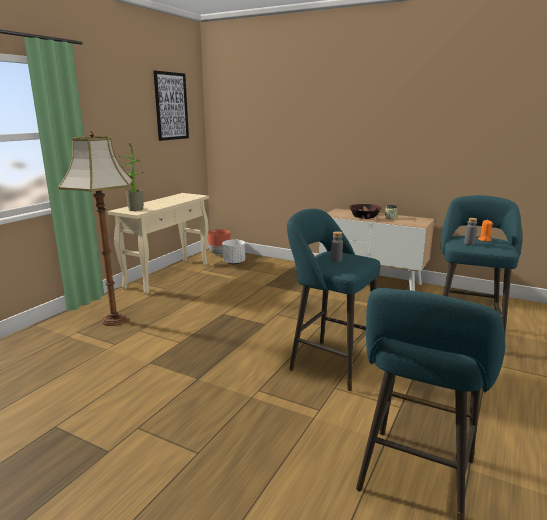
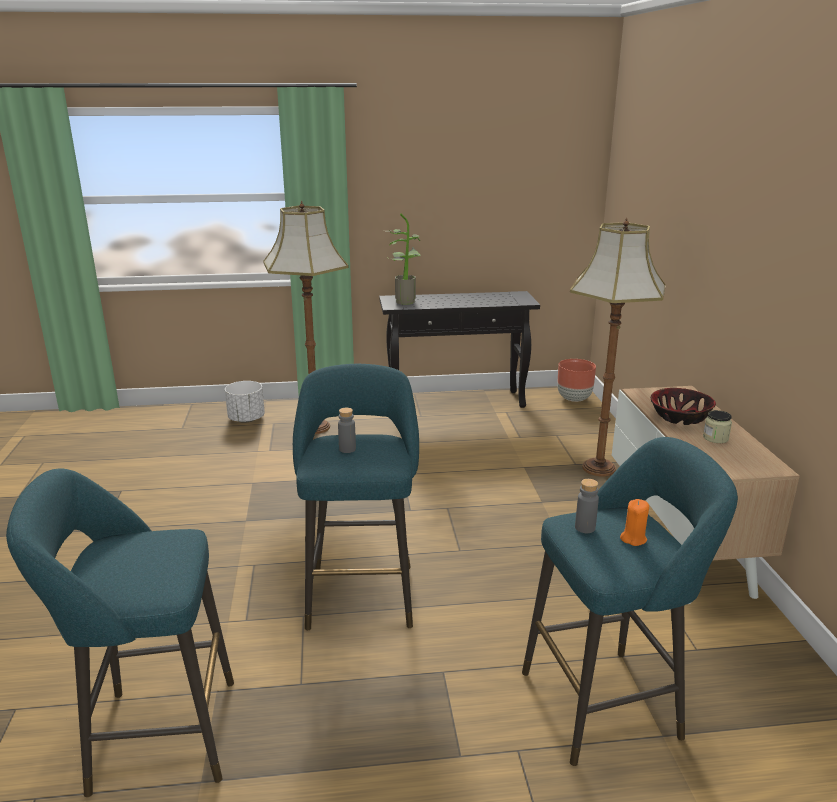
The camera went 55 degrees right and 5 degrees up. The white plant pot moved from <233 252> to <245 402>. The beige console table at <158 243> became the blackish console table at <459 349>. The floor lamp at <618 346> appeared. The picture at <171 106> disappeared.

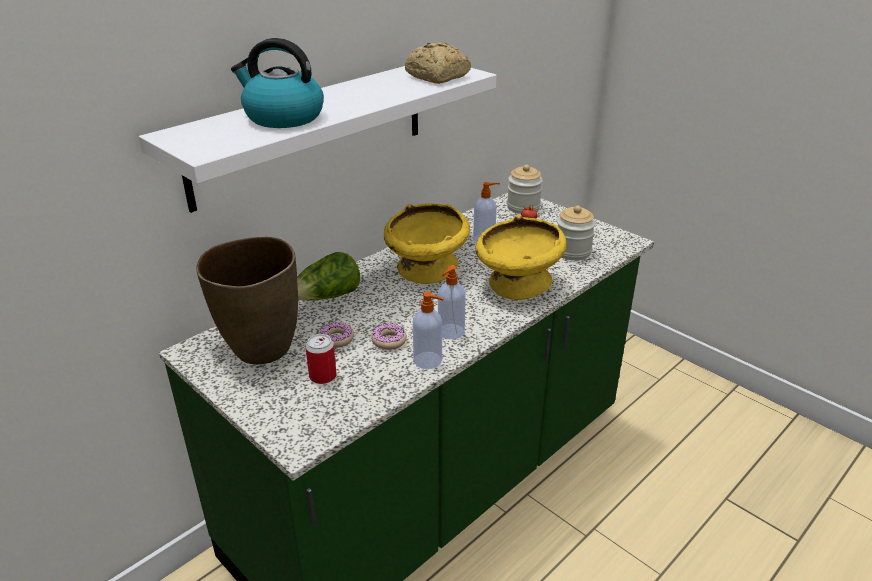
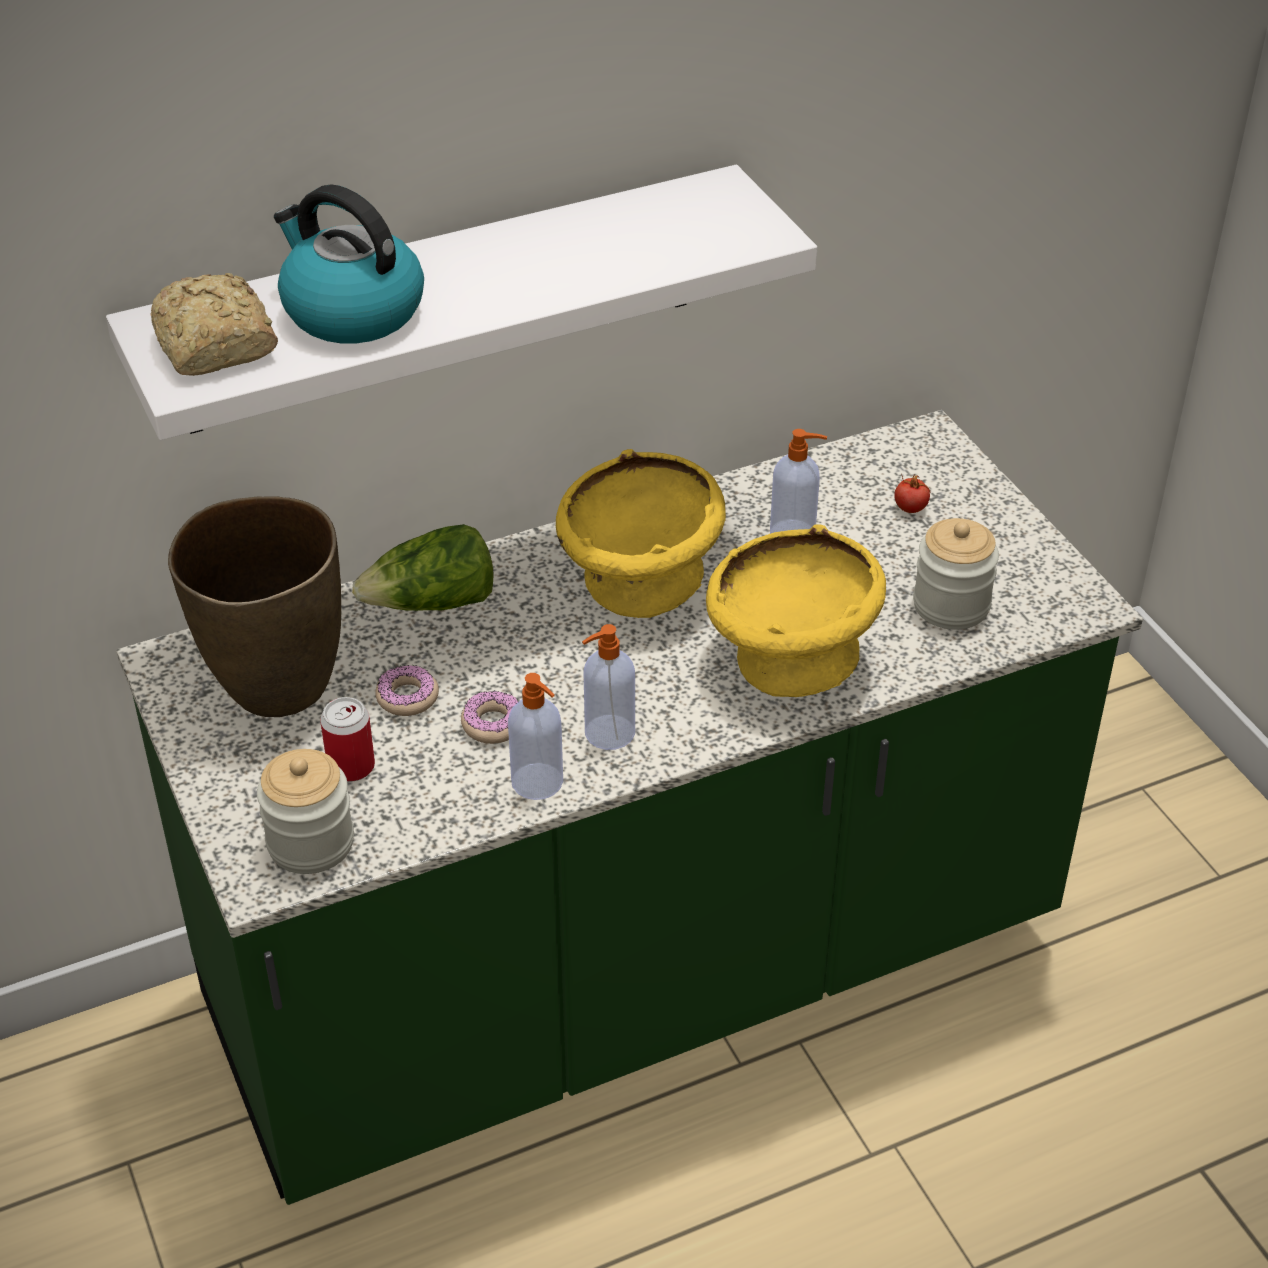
The camera went 20 degrees right and 10 degrees up. The baked bread moved from <438 63> to <214 324>. The jar moved from <525 189> to <305 811>.

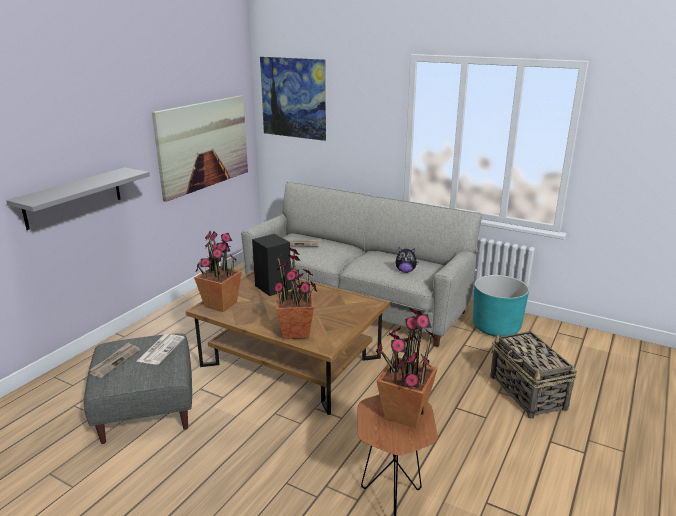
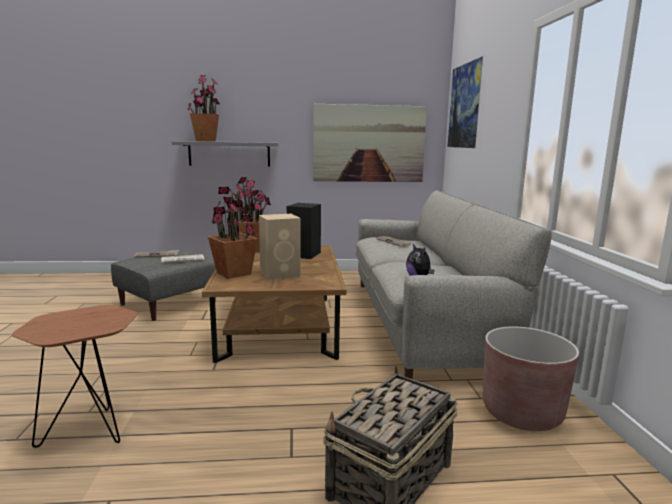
The camera went 55 degrees right and 10 degrees down. The plant in a pot moved from <407 368> to <204 108>. The beige audio speaker at <280 247> appeared. The turquoise-coloured plant pot at <501 306> became the brown plant pot at <531 378>.

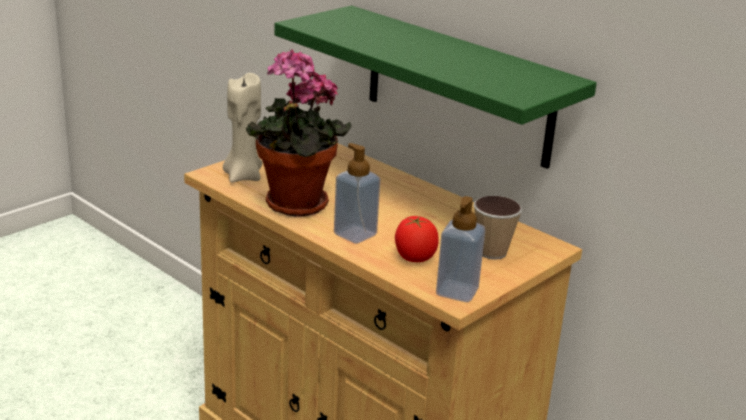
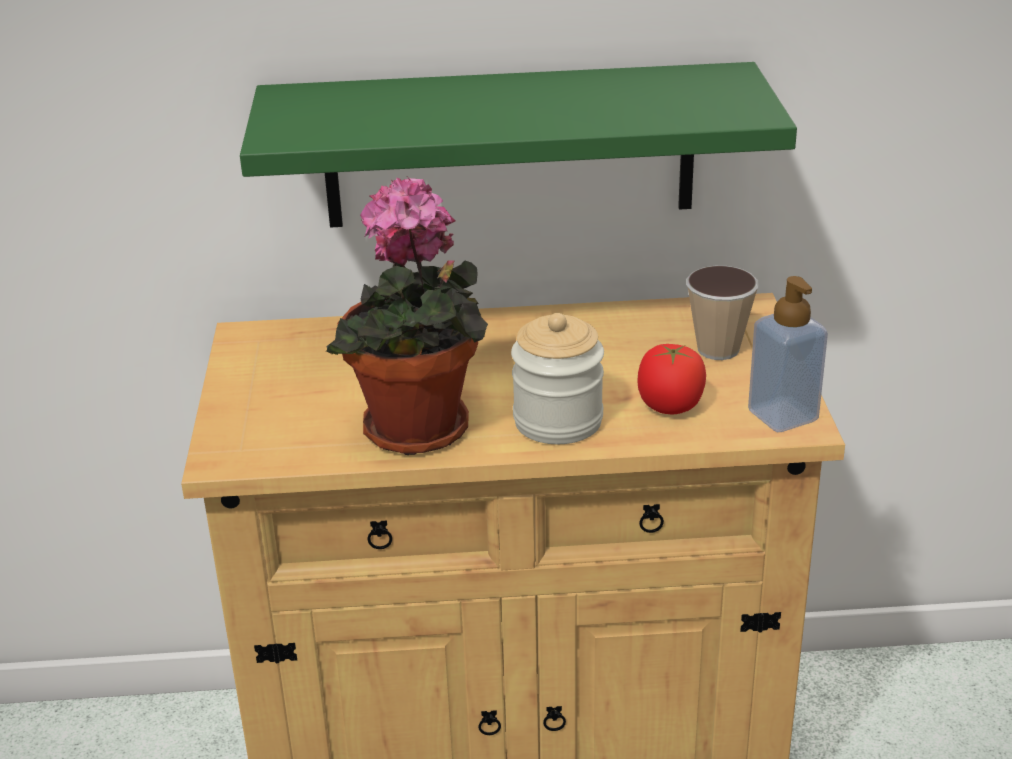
The camera went 45 degrees left and 5 degrees up. The soap dispenser at <357 193> was replaced by the jar at <557 378>. The beige wax candle at <242 128> disappeared.

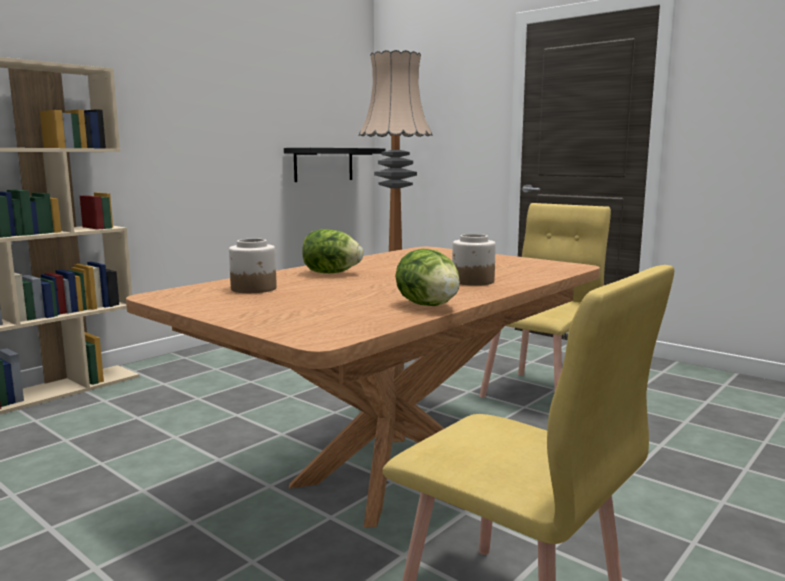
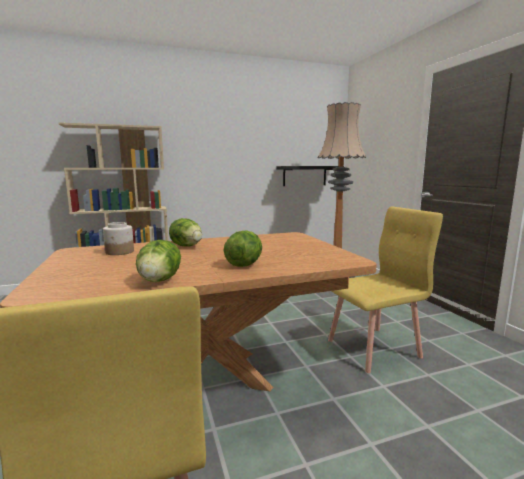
The camera went 30 degrees right and 0 degrees up. The jar at <474 260> was replaced by the lettuce at <243 248>.

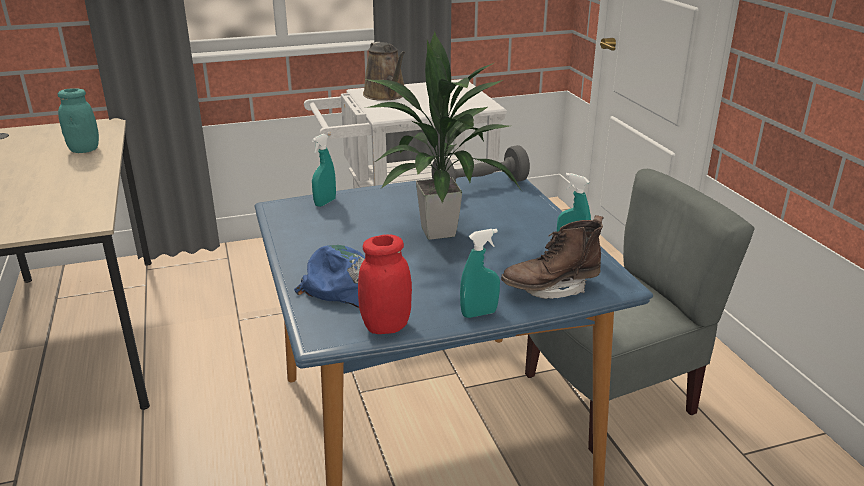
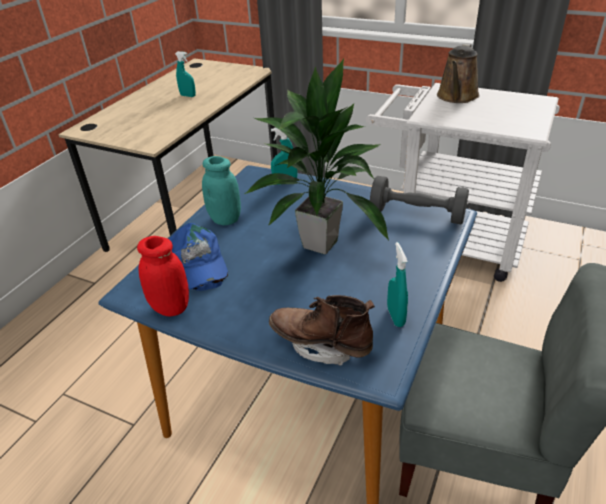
The camera went 45 degrees right and 10 degrees up. The turquoise-coloured spray bottle moved from <480 273> to <185 74>. The turquoise-coloured jar moved from <78 120> to <221 190>.

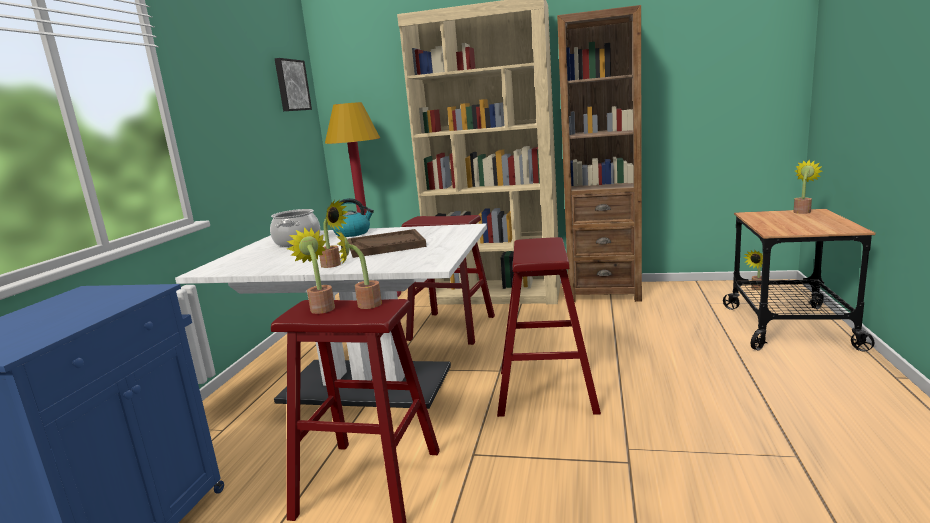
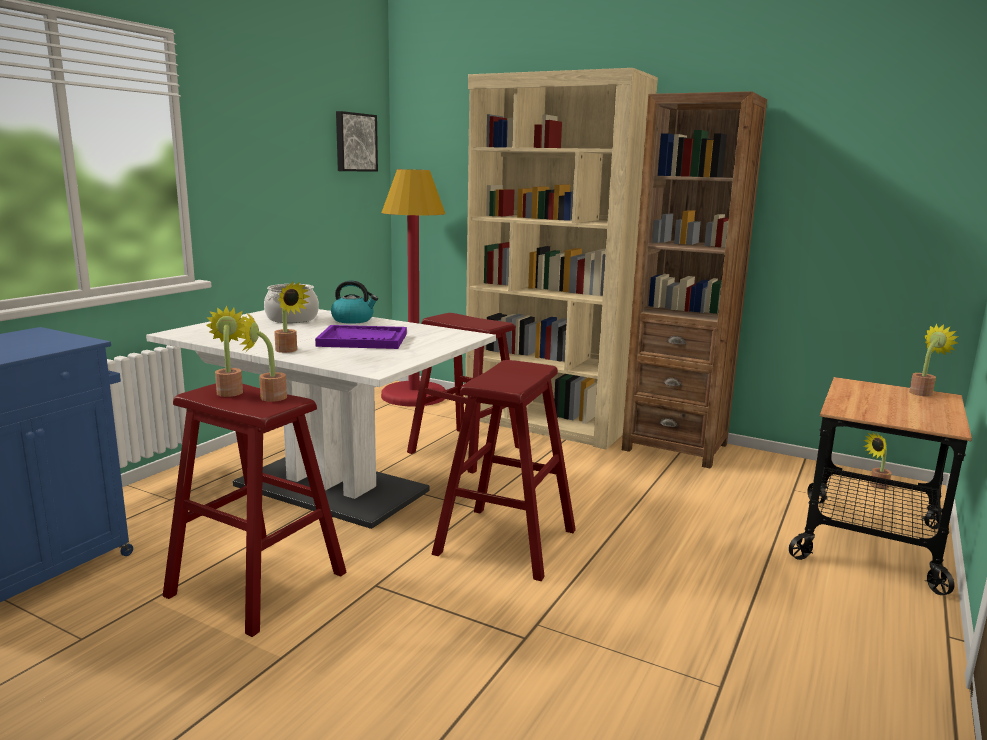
The camera went 15 degrees right and 0 degrees up. The brown carrying tray at <387 243> became the purple-coloured carrying tray at <361 337>.

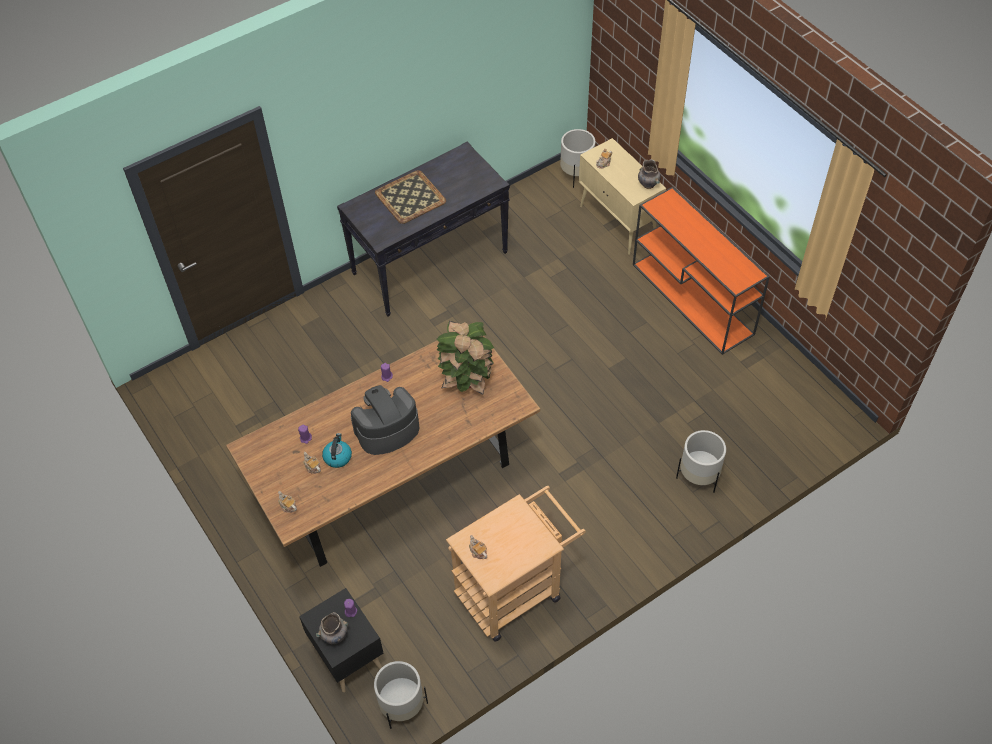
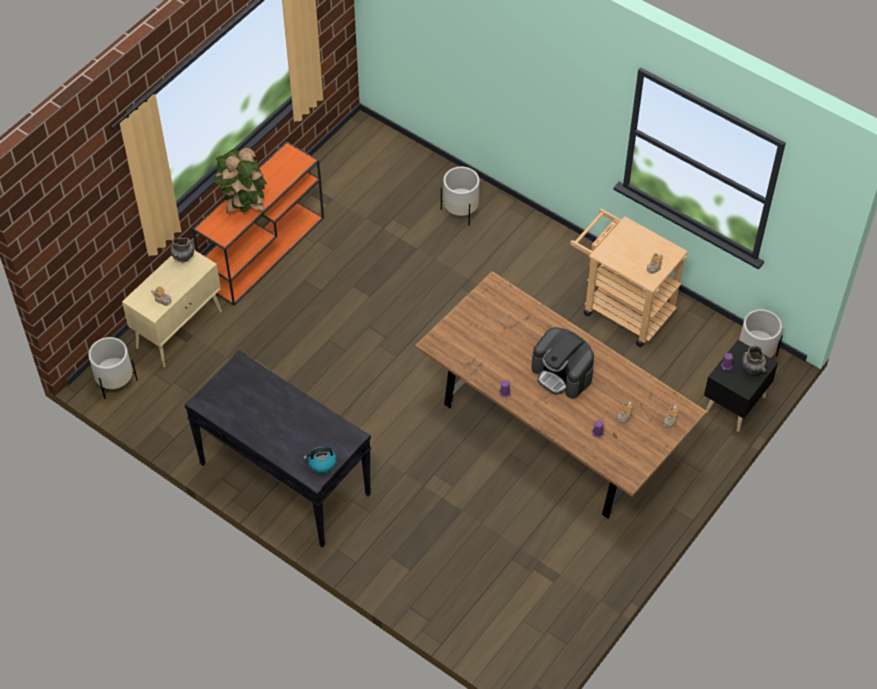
The camera went 110 degrees left and 0 degrees up. The plant in a pot moved from <465 358> to <240 180>. The kettle moved from <337 450> to <319 460>. The carrying tray at <410 197> disappeared.

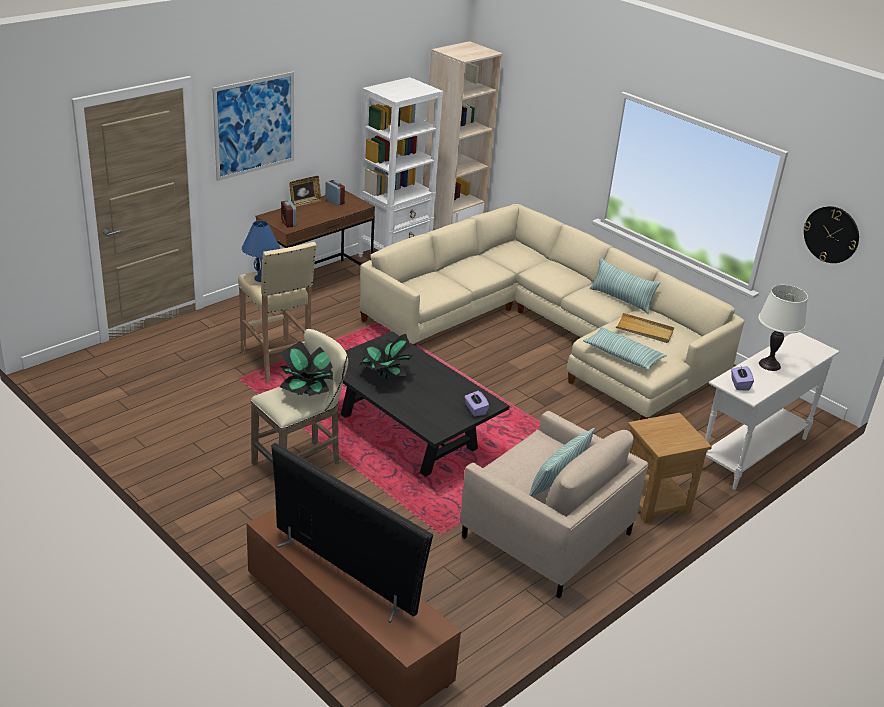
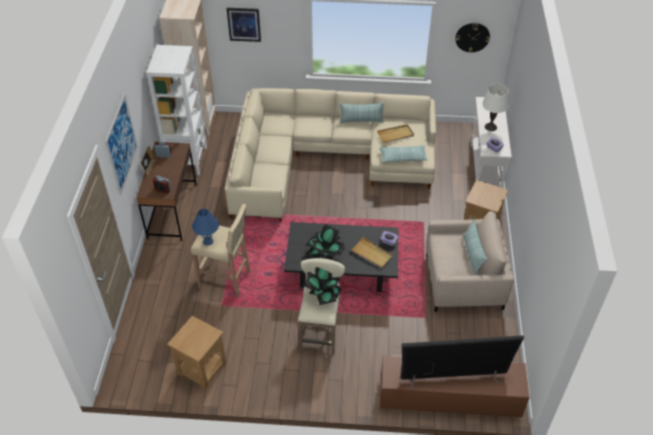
The camera went 40 degrees left and 15 degrees up. The brown accent table at <196 353> appeared. The picture at <244 25> appeared. The beige carrying tray at <371 252> appeared.

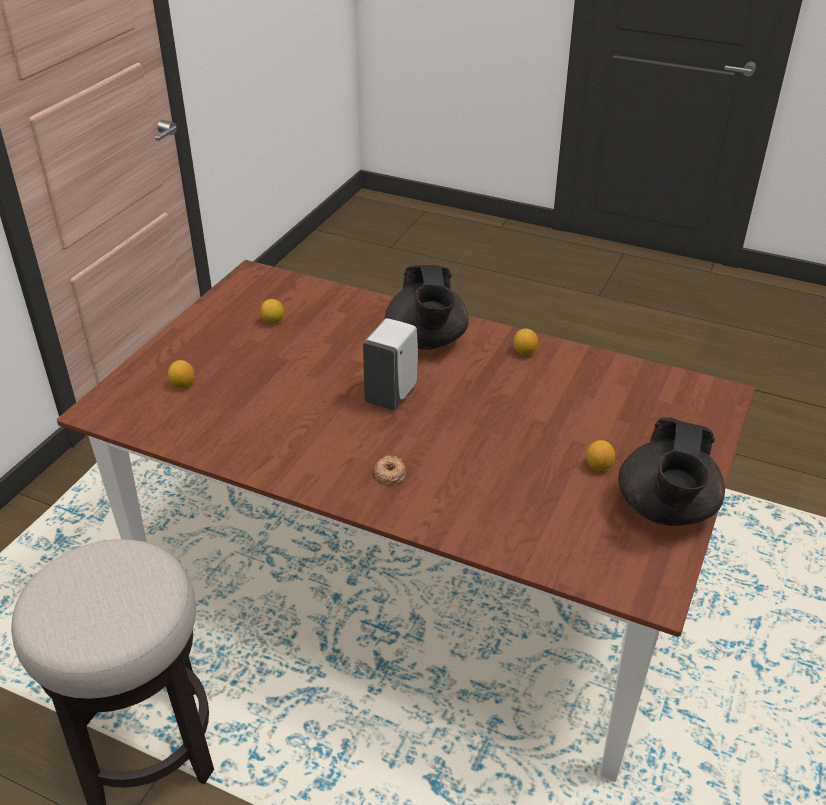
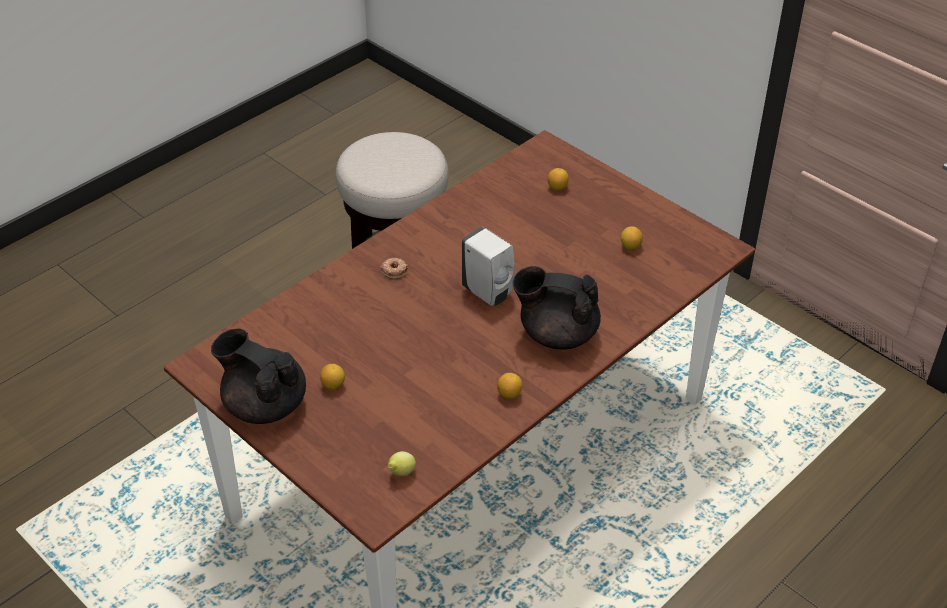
The camera went 110 degrees right and 5 degrees up. The whole lemon at <402 463> appeared.

